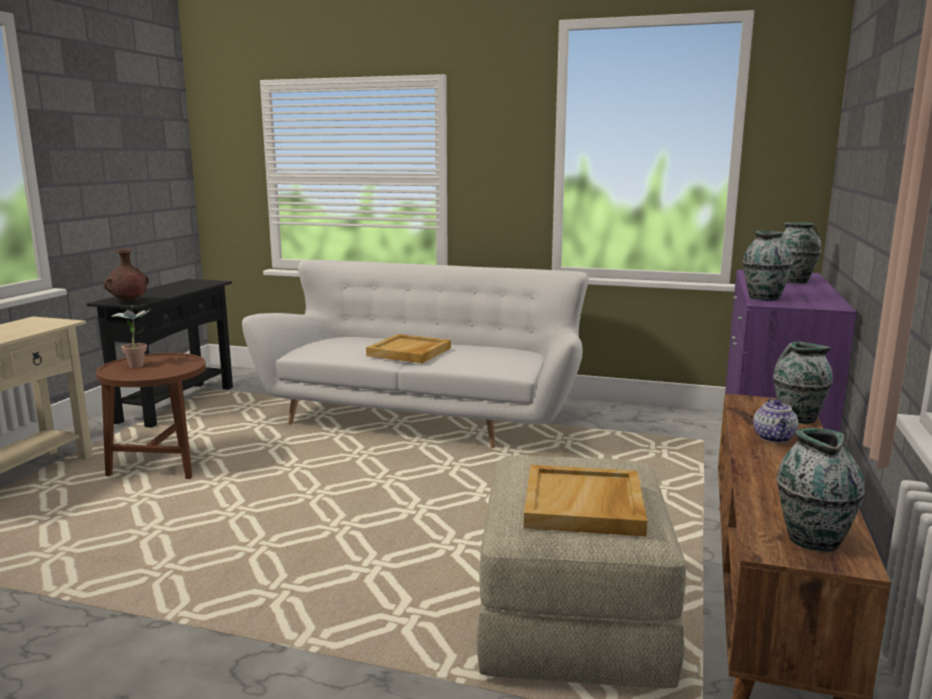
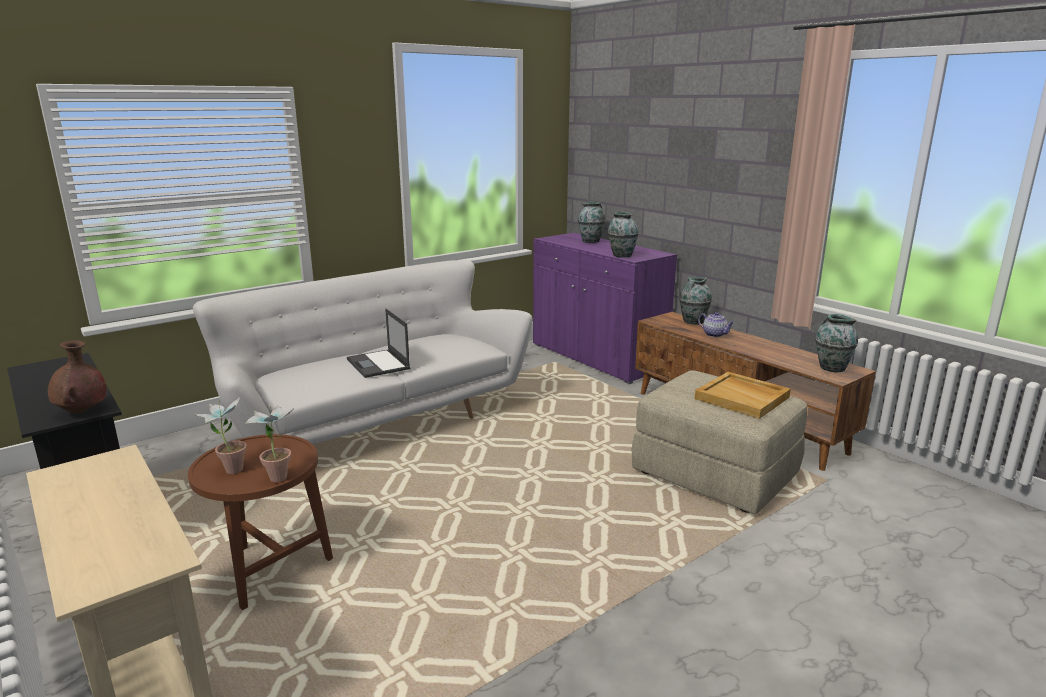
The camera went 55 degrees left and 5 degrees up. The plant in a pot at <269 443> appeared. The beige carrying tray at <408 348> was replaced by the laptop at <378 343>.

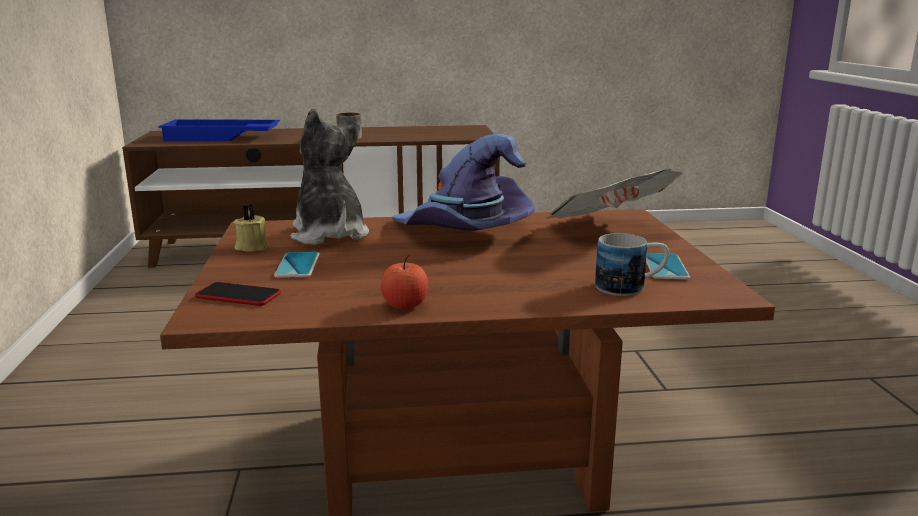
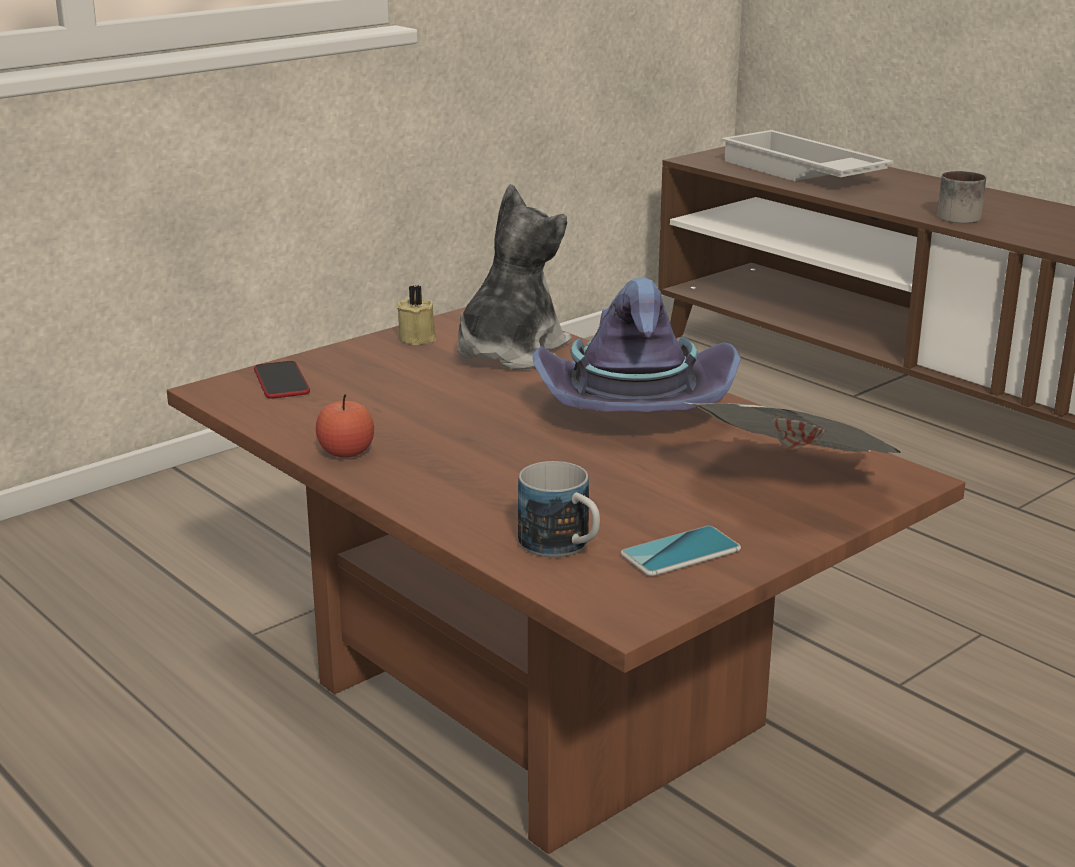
The camera went 55 degrees right and 5 degrees up. The blue carrying tray at <219 130> became the white carrying tray at <807 155>. The handset at <297 265> disappeared.

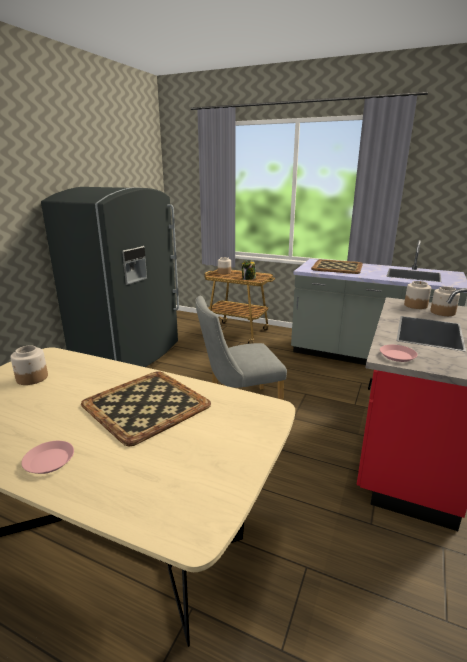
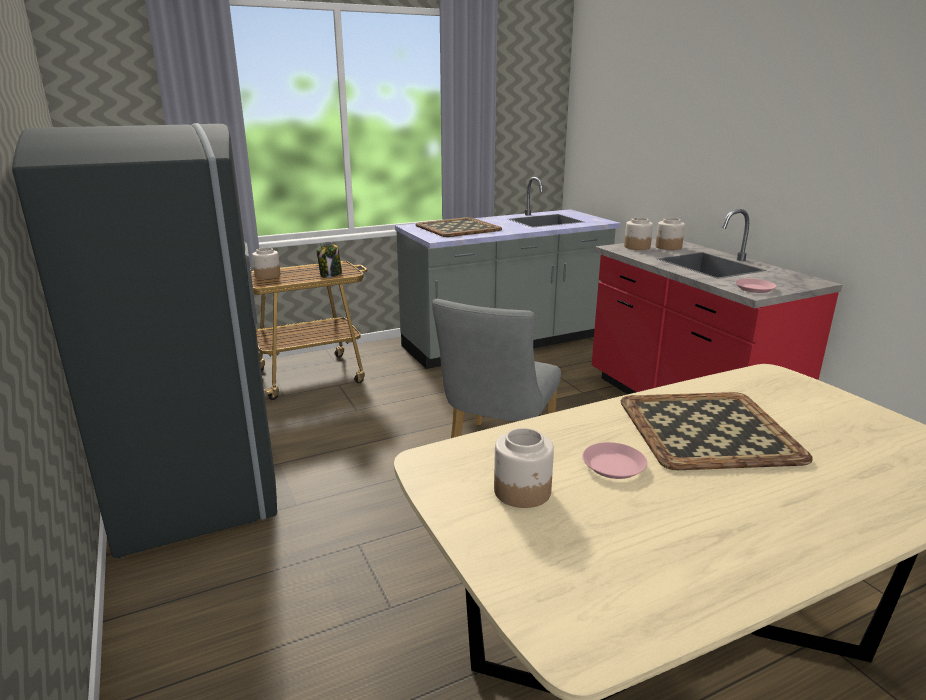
The camera went 50 degrees left and 0 degrees up. The pinkish dinner plate moved from <47 457> to <615 460>.

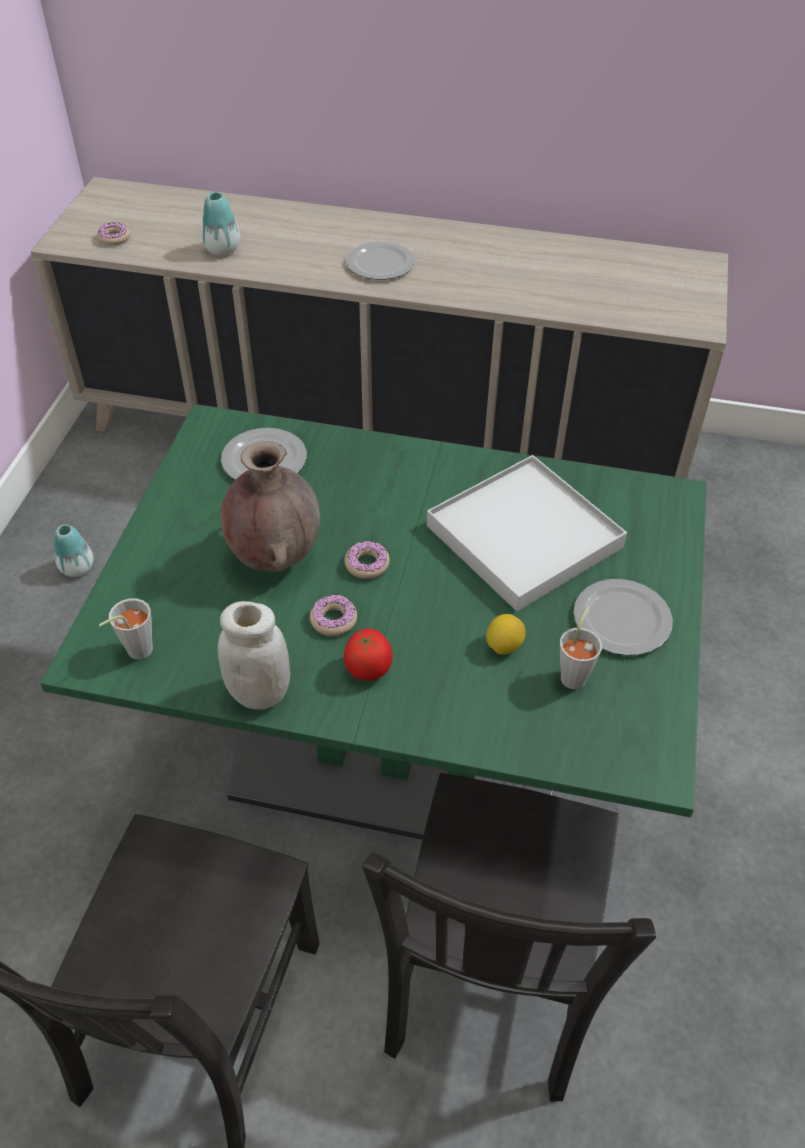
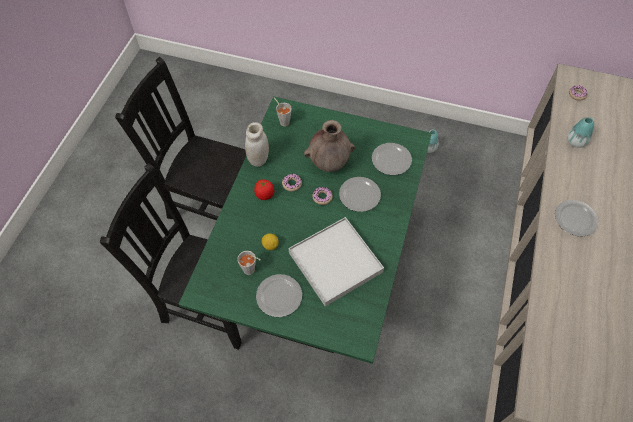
The camera went 95 degrees right and 10 degrees up. The dinner plate at <360 194> appeared.

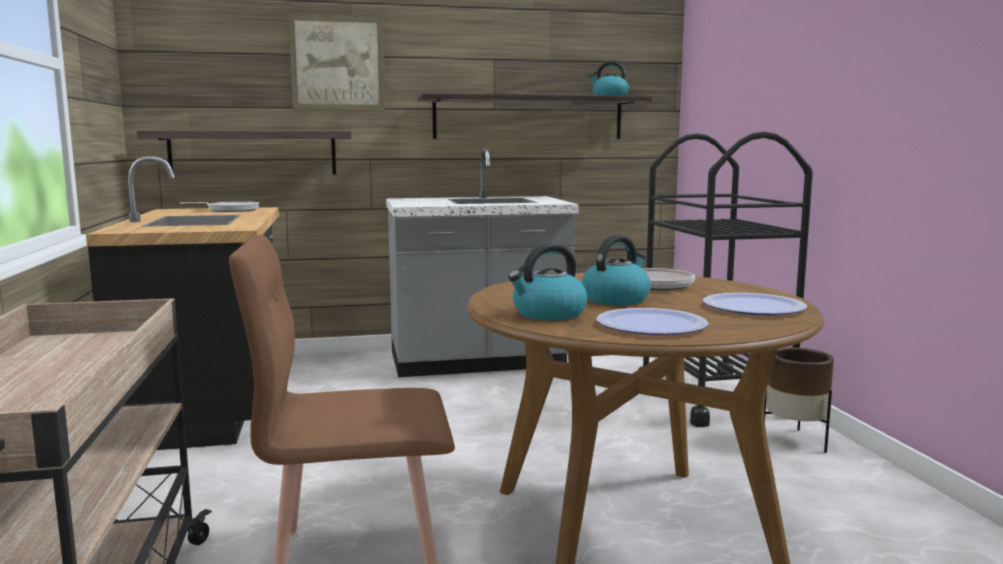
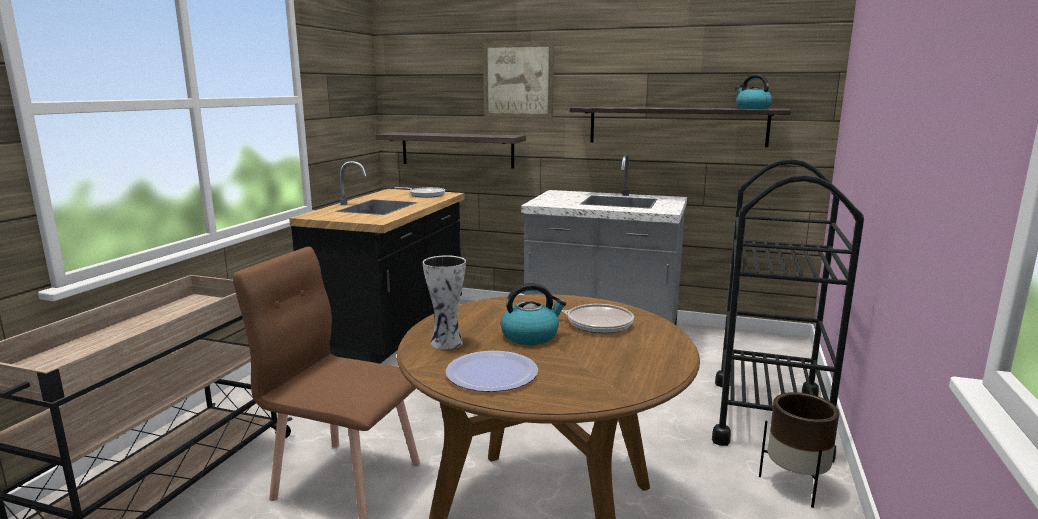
The camera went 30 degrees right and 5 degrees up. The kettle at <547 282> was replaced by the flower vase at <444 302>. The dinner plate at <755 304> disappeared.

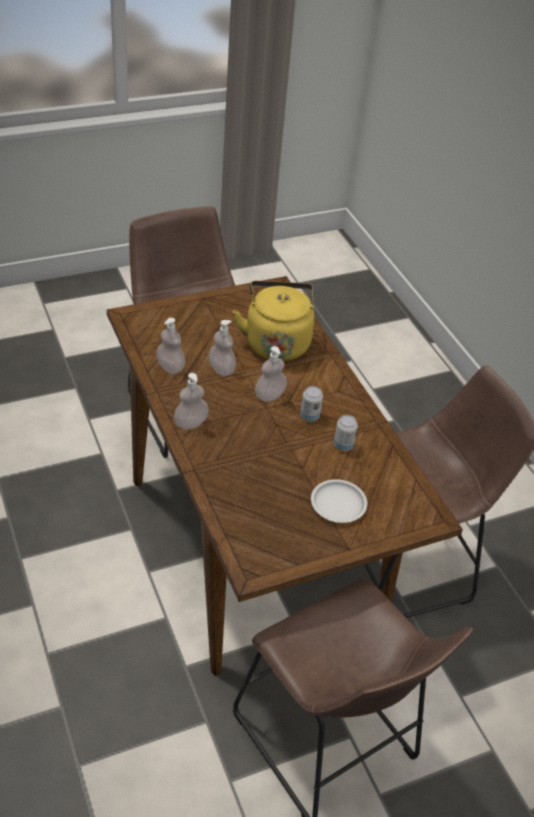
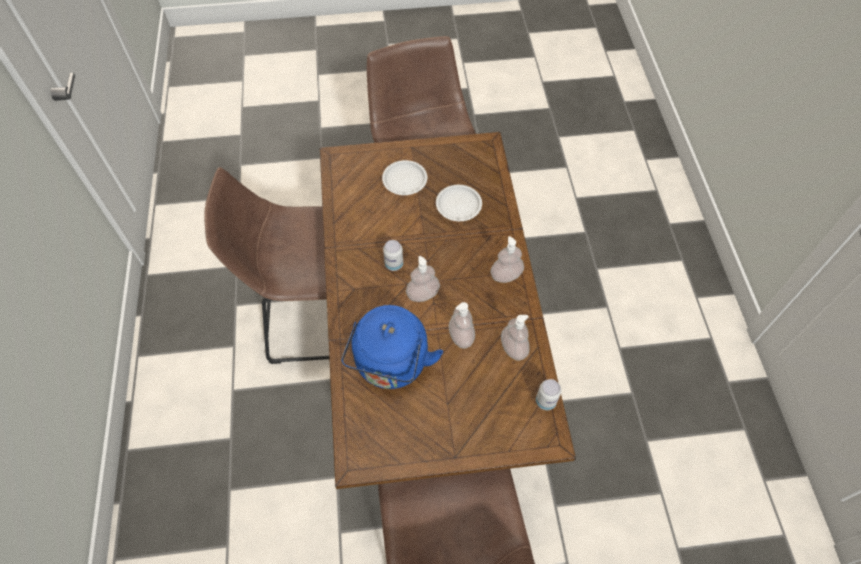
The camera went 160 degrees left and 15 degrees up. The yellow kettle at <274 321> became the blue kettle at <392 347>. The white dinner plate at <459 203> appeared. The metal can moved from <346 433> to <548 394>.

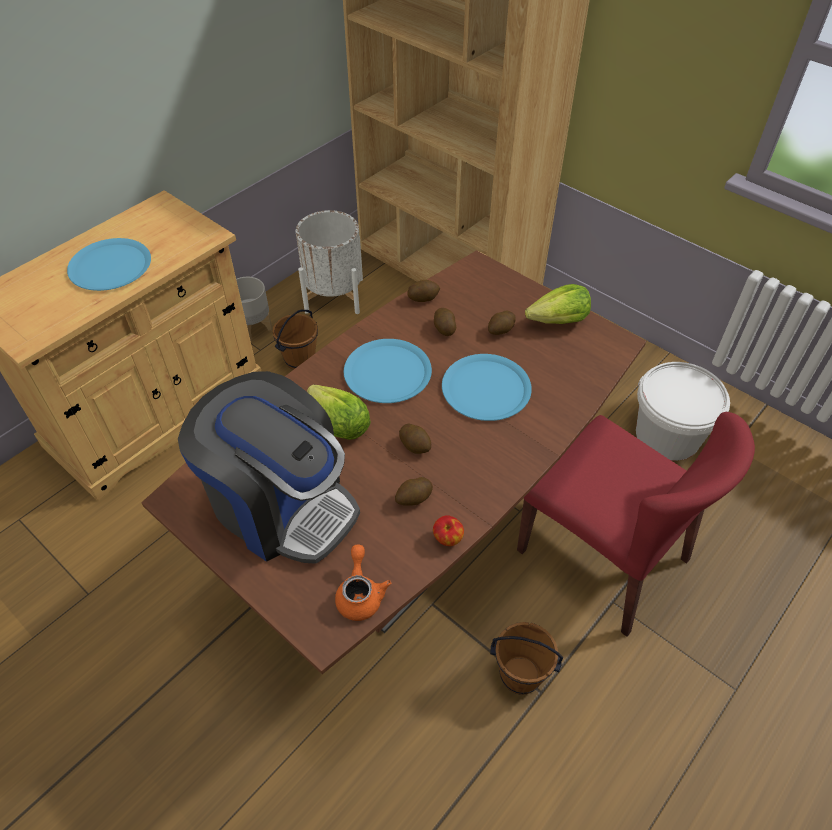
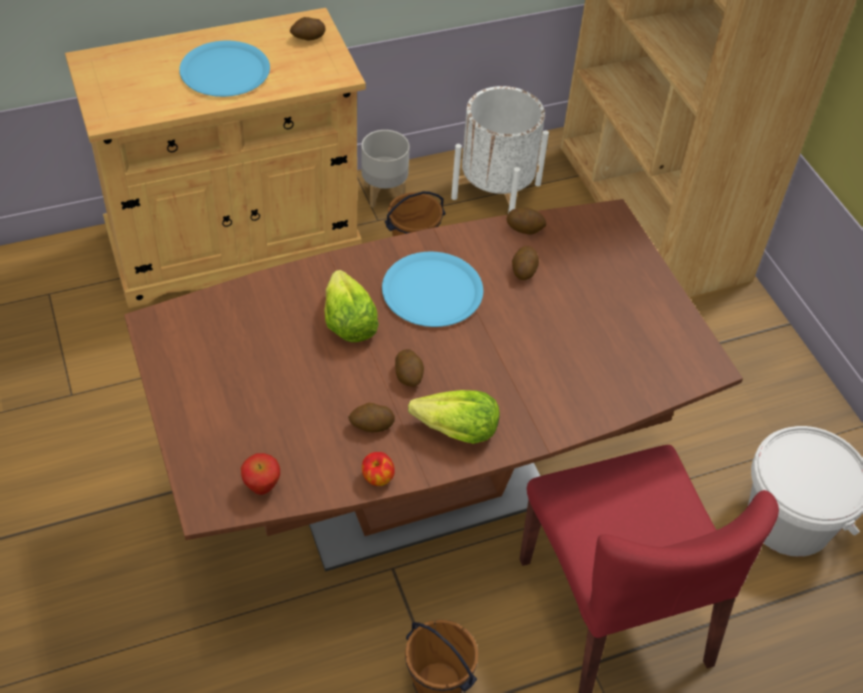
The camera went 25 degrees right and 0 degrees up. The orange-coloured teapot at <363 582> was replaced by the apple at <260 474>. The potato moved from <501 323> to <307 28>. The lettuce moved from <558 304> to <454 417>. The coffee brewer at <269 467> disappeared. The blue dinner plate at <487 387> disappeared.

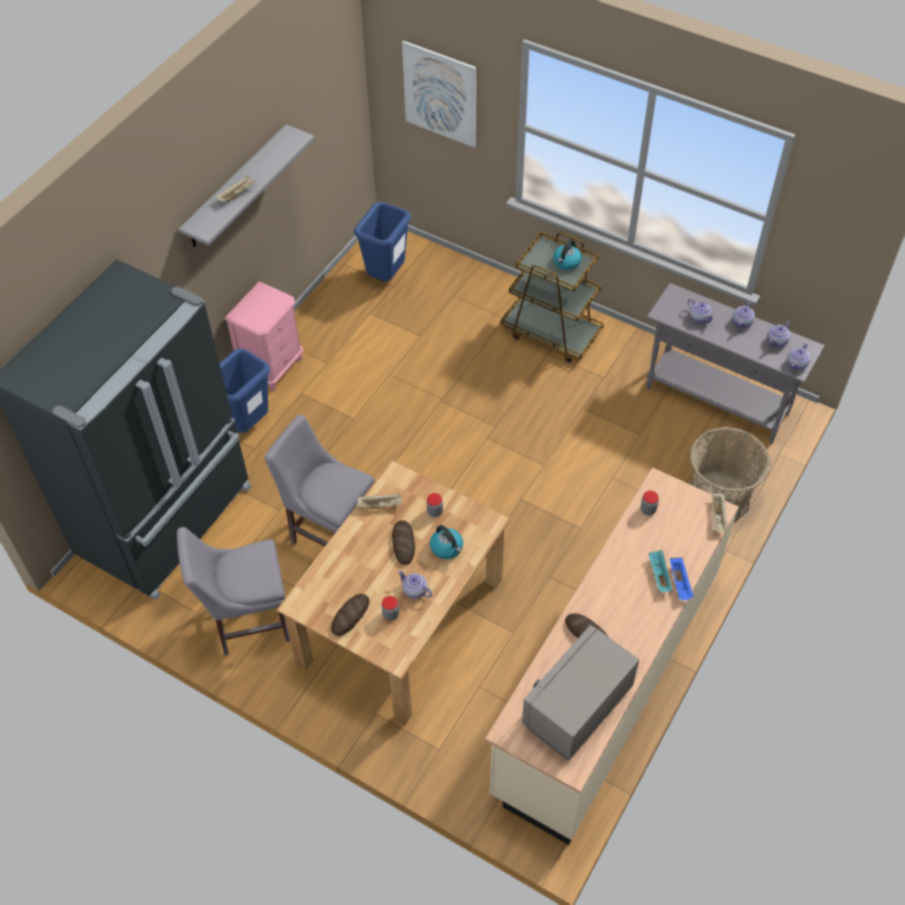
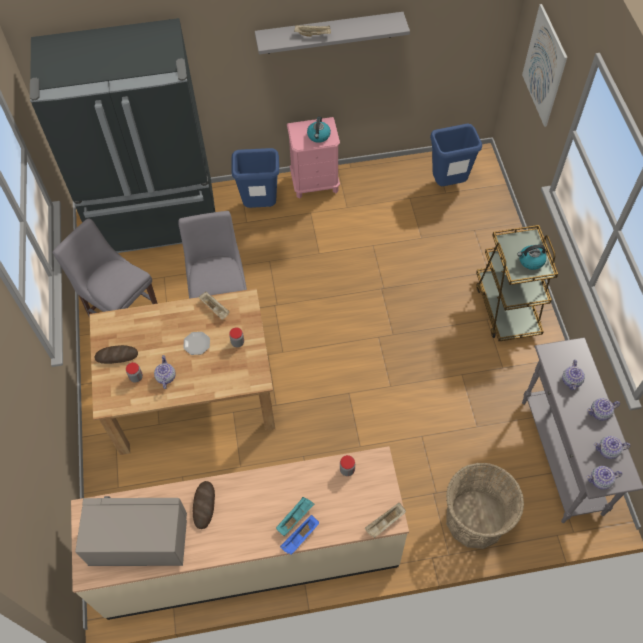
The camera went 50 degrees right and 5 degrees up. The baked bread at <403 542> was replaced by the dinner plate at <196 343>. The kettle moved from <446 542> to <319 129>.

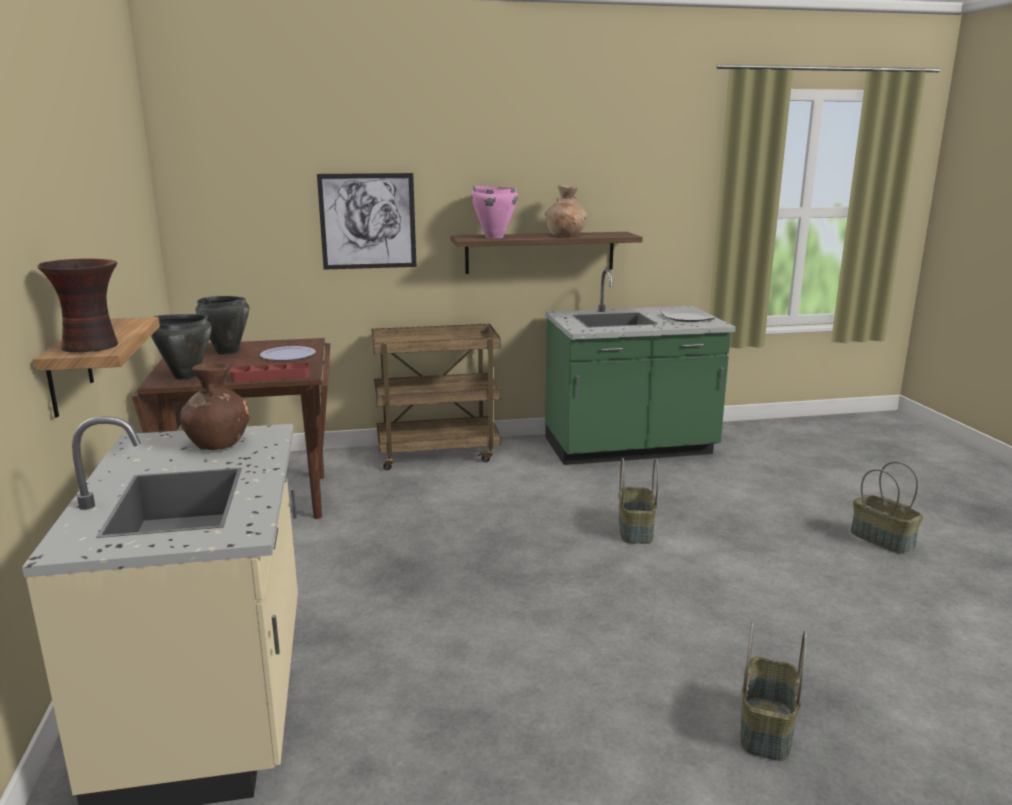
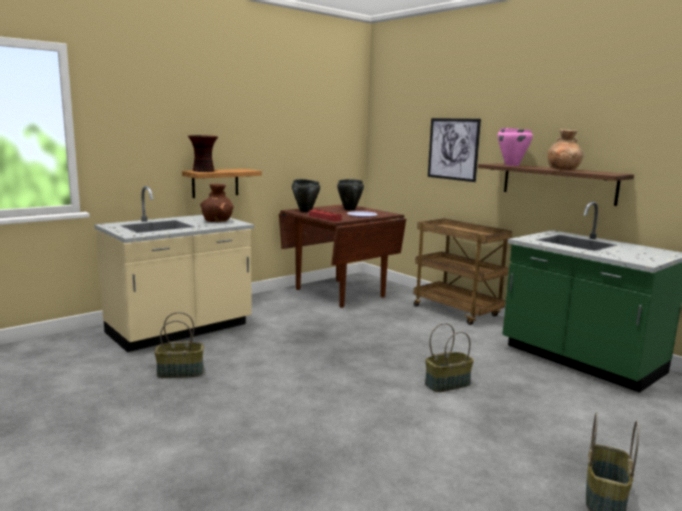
The camera went 60 degrees right and 5 degrees down. The storage basket moved from <773 691> to <179 345>. The dinner plate at <688 315> disappeared.

